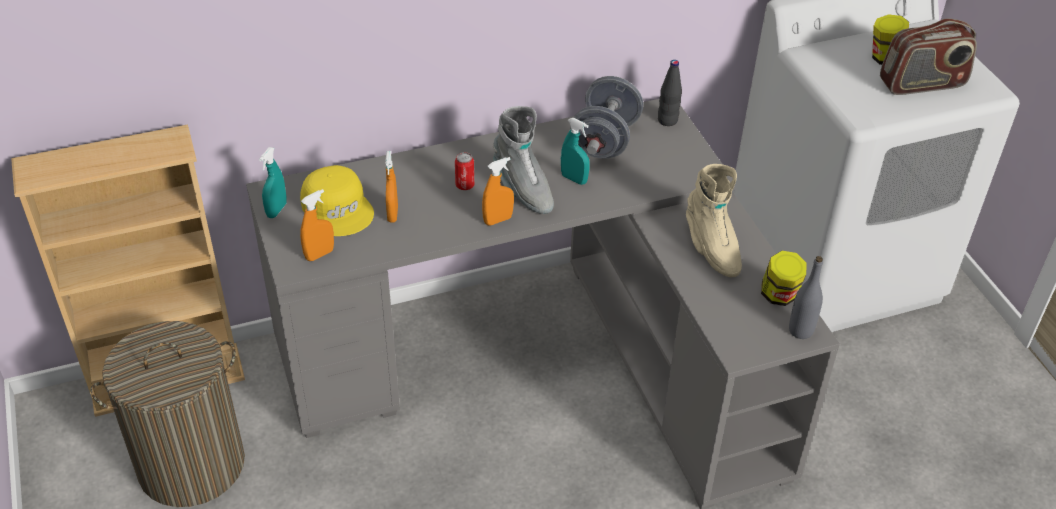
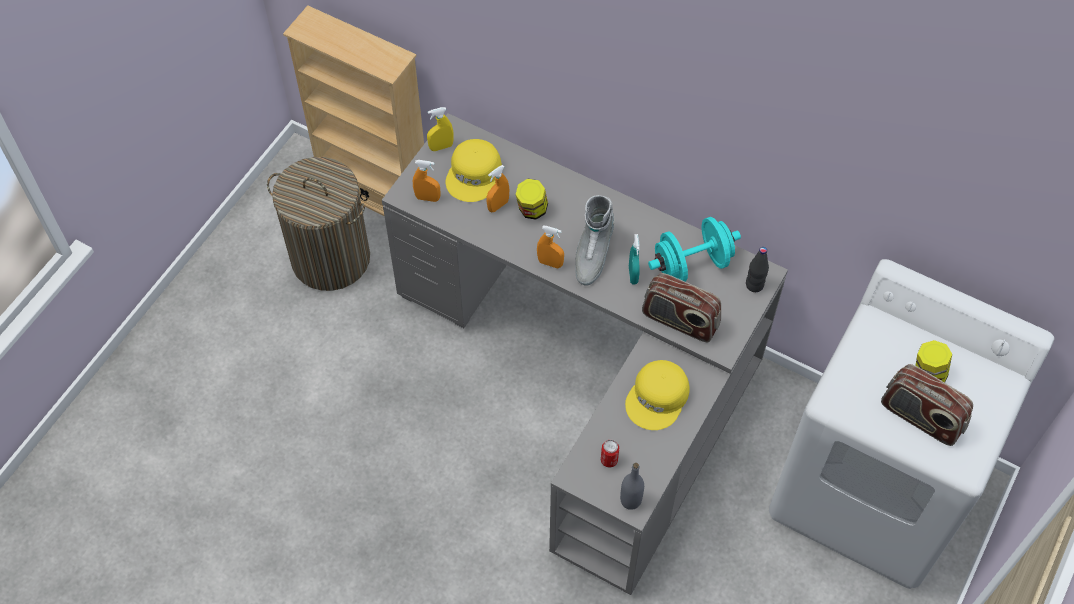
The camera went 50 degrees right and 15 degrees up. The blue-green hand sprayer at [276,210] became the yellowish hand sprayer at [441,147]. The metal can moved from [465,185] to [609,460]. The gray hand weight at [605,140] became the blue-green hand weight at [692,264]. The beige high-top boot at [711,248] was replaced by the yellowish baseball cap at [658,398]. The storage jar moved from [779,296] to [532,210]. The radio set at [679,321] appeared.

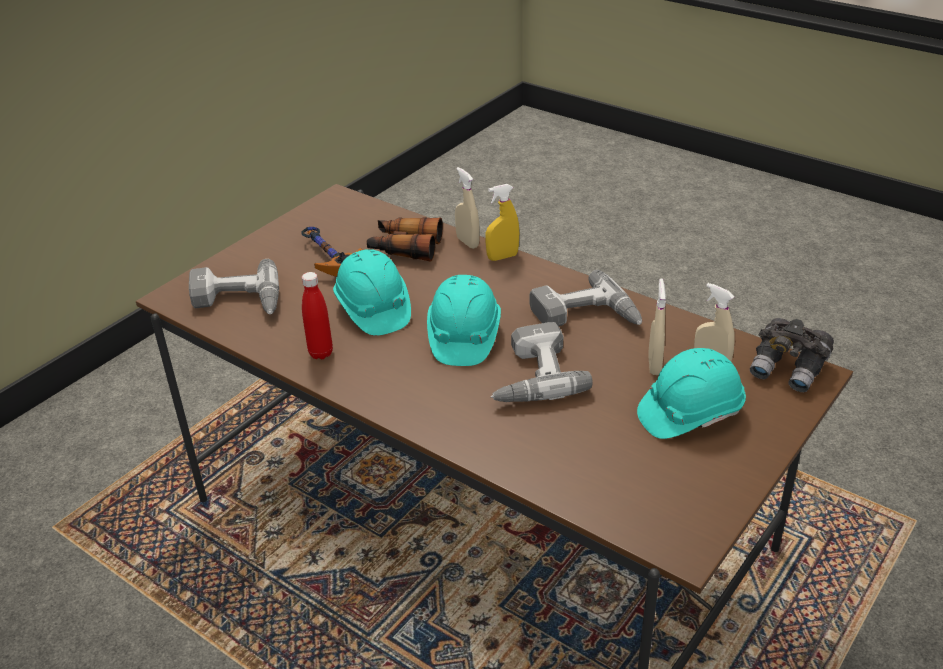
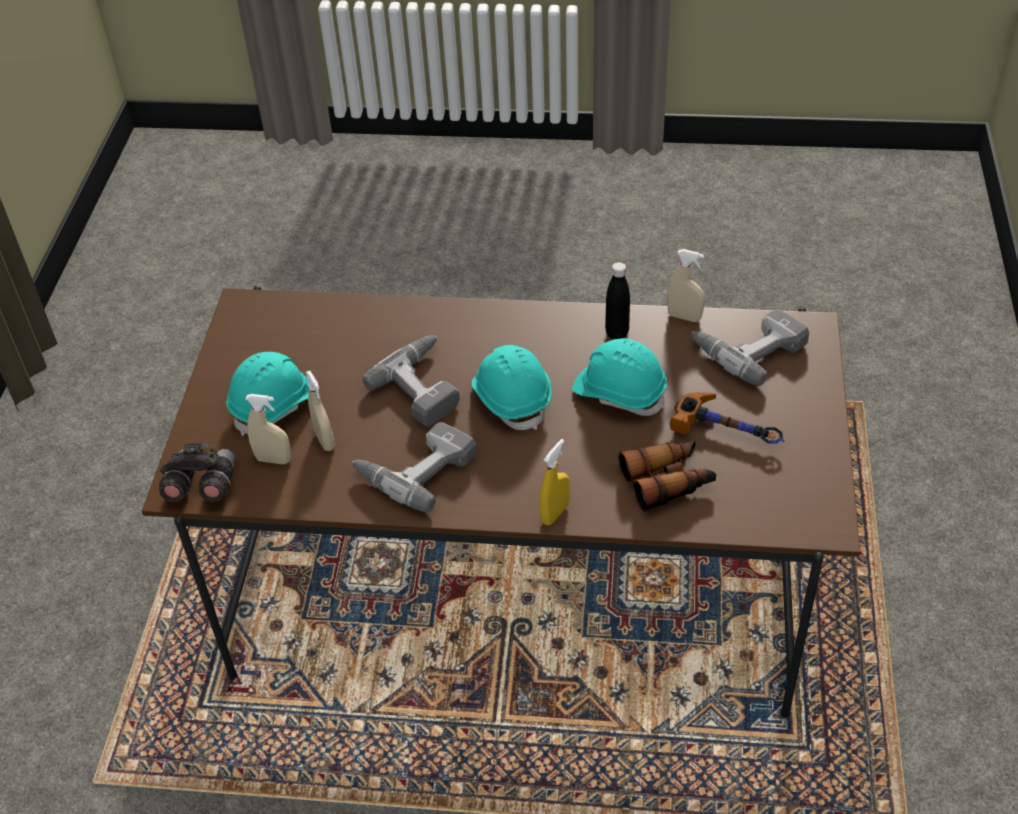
The camera went 150 degrees right and 10 degrees up. The reddish bottle at [321,353] became the blackish bottle at [617,333]. The beige hand sprayer moved from [467,242] to [684,317].

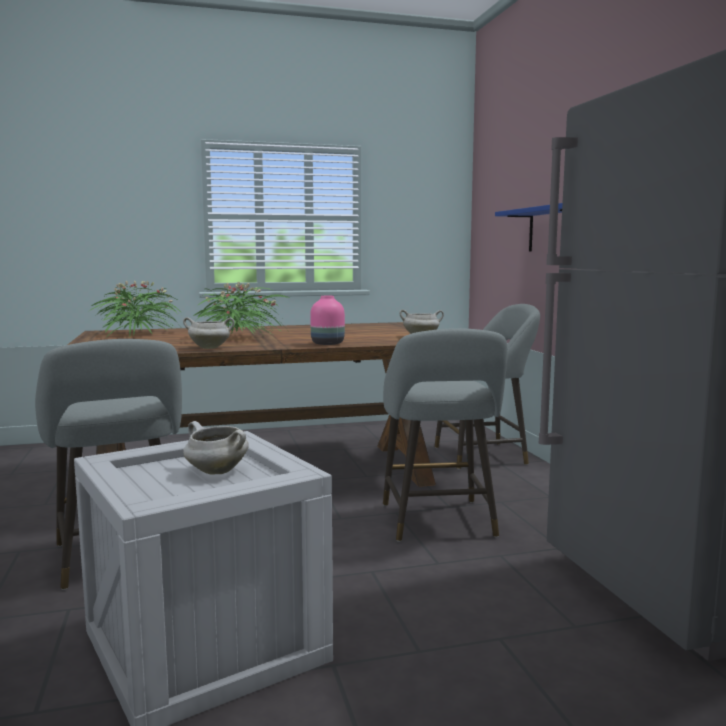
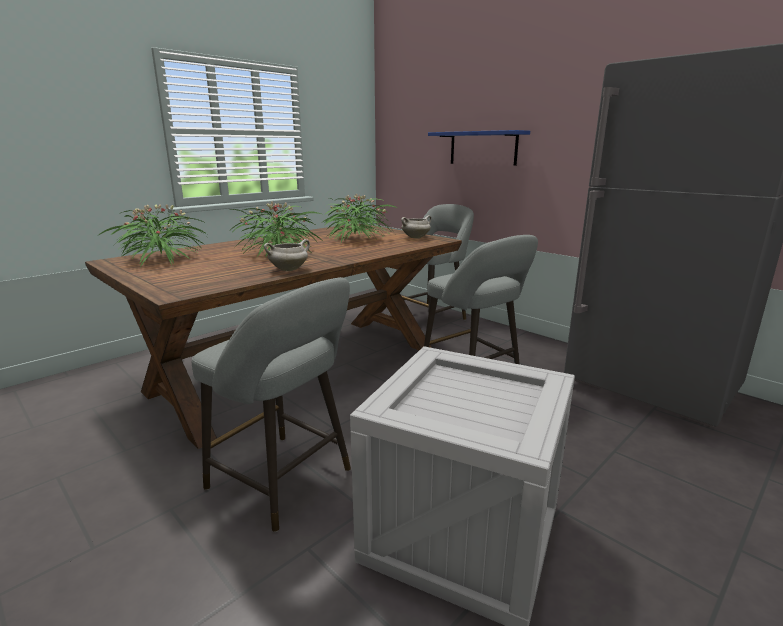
The camera went 30 degrees left and 10 degrees up. The white stockpot at [215,472] disappeared. The pinkish decorative vase at [327,344] disappeared. The potted plant at [356,239] appeared.

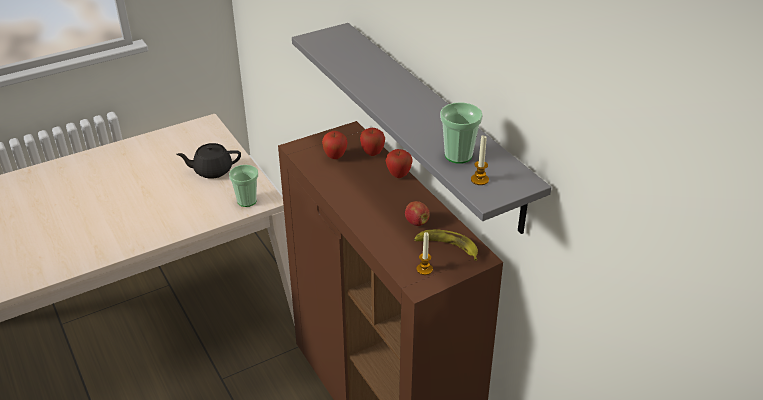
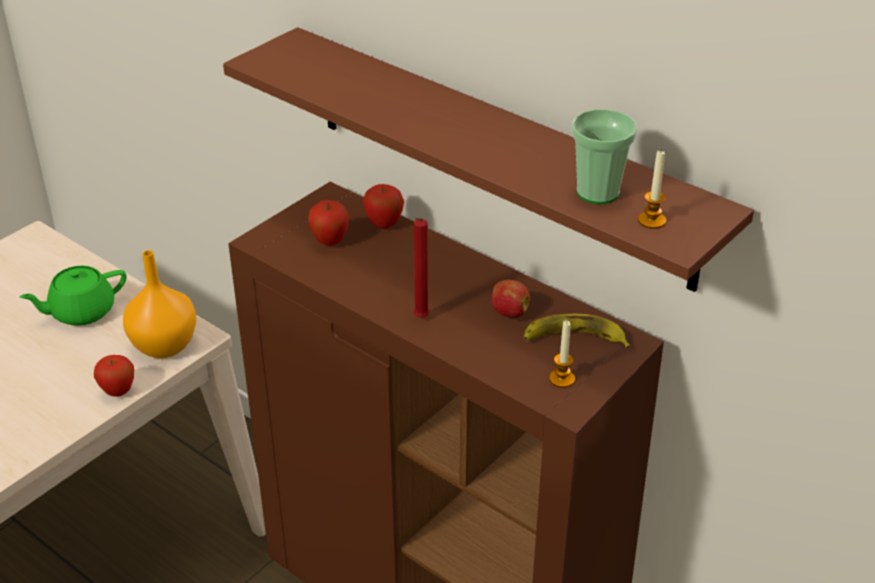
The camera went 20 degrees left and 0 degrees up. The blackish teapot at [212,170] became the green-coloured teapot at [81,312]. The small cup at [247,201] was replaced by the orange-coloured decorative vase at [164,347]. The gray bracket shelf at [433,122] became the brown bracket shelf at [498,155]. The apple moved from [398,175] to [118,392]. The reddish candle at [420,319] appeared.

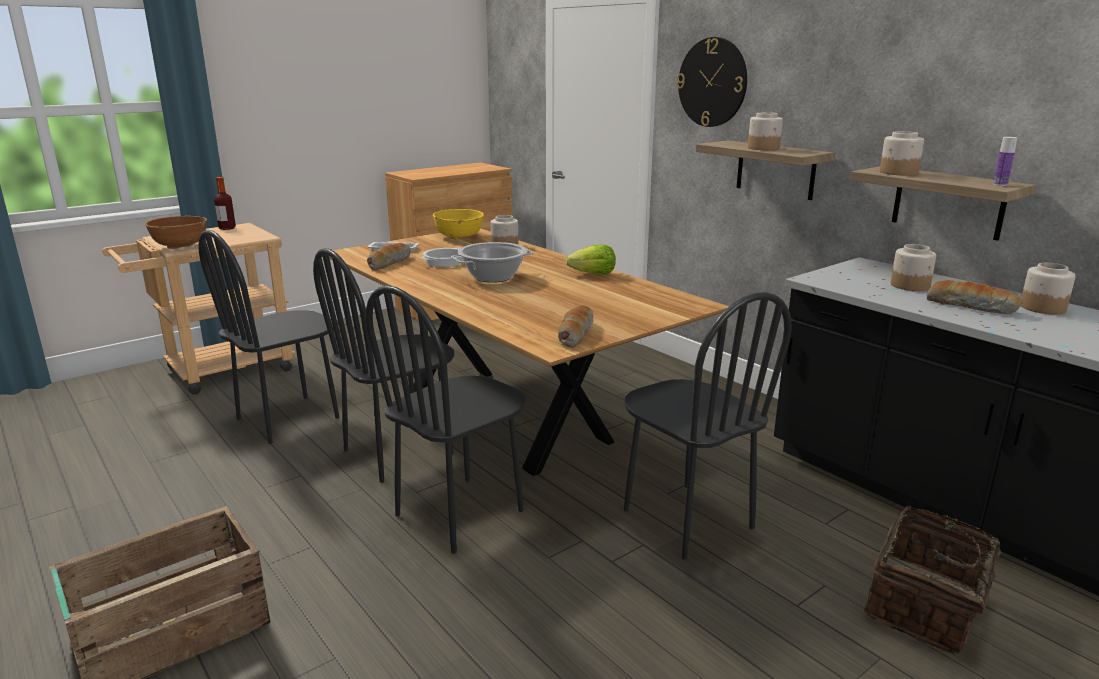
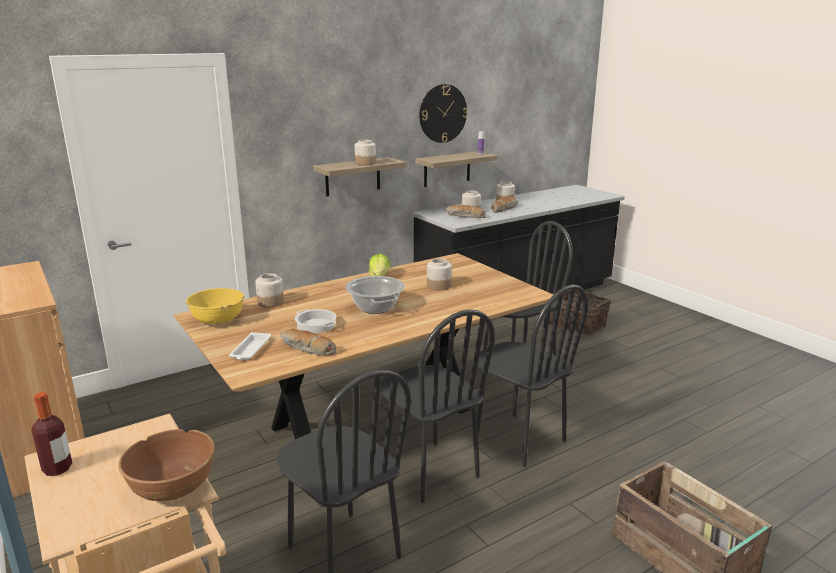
The camera went 85 degrees left and 0 degrees up. The bread moved from [575,333] to [465,216]. The wall clock moved from [712,82] to [442,113]. The storage jar moved from [898,173] to [439,286].

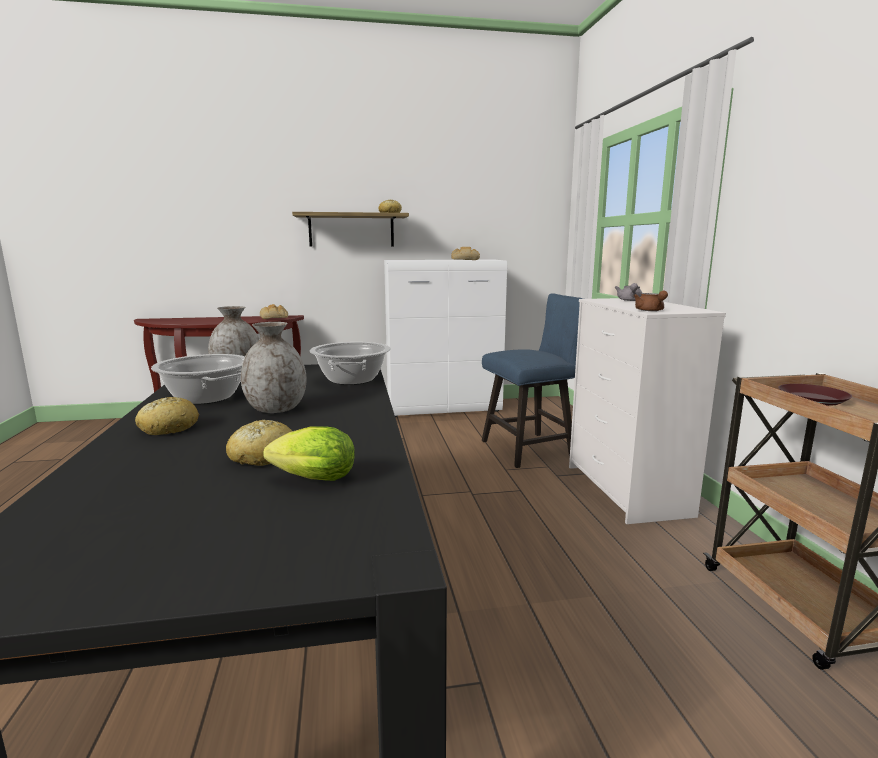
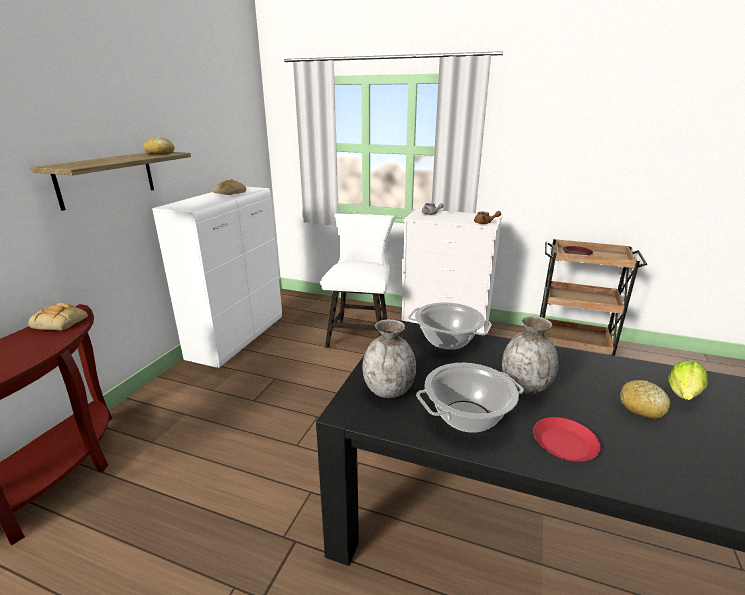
The camera went 60 degrees left and 10 degrees up. The bread at [168,428] was replaced by the reddish dinner plate at [565,444]. The blue chair at [533,448] became the white chair at [360,334].

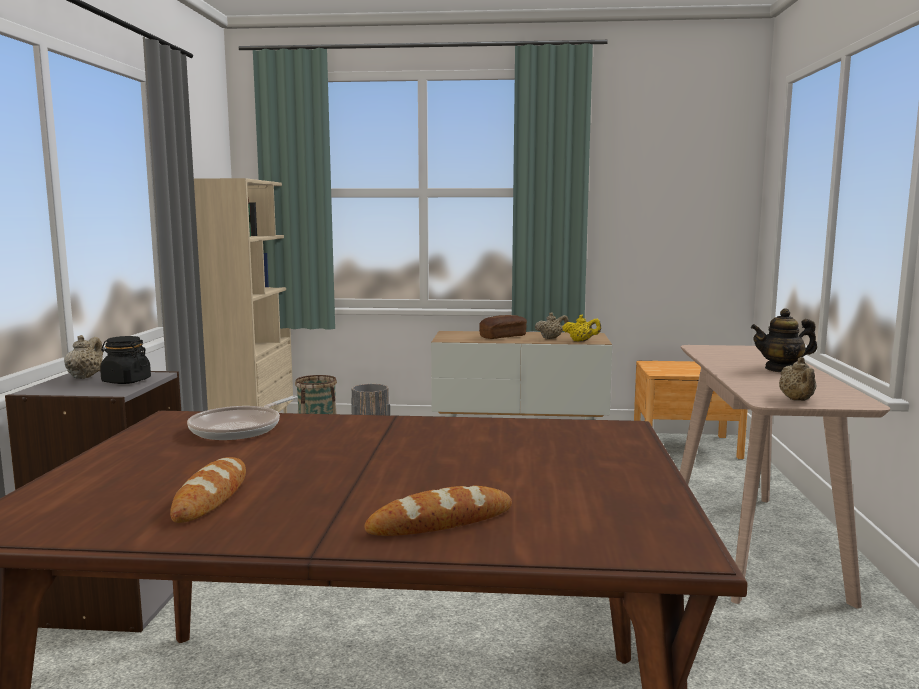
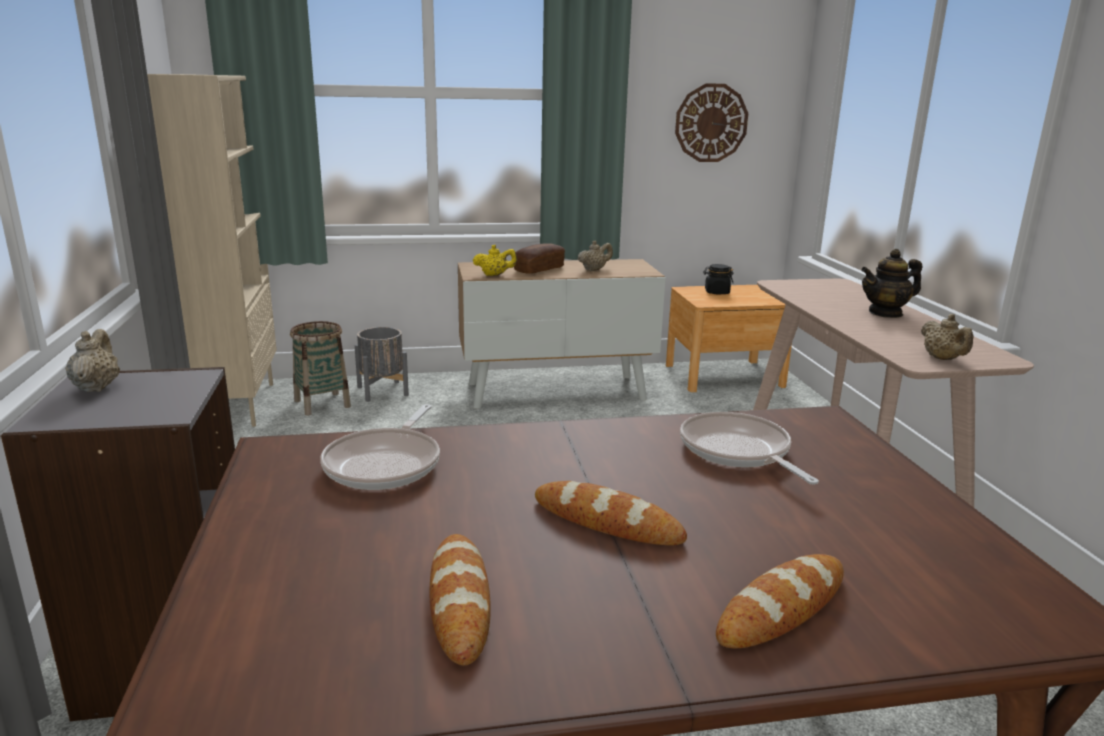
The camera went 15 degrees left and 10 degrees up. The blackish storage jar moved from [126,381] to [716,292]. The yellowish teapot moved from [581,341] to [495,275]. The bread at [607,521] appeared. The wall clock at [711,123] appeared. The pan at [738,452] appeared.

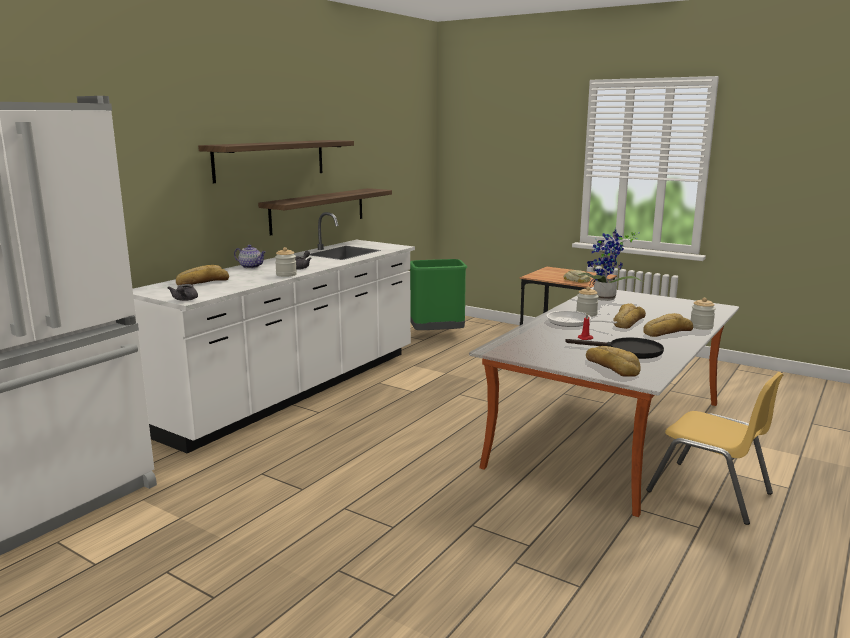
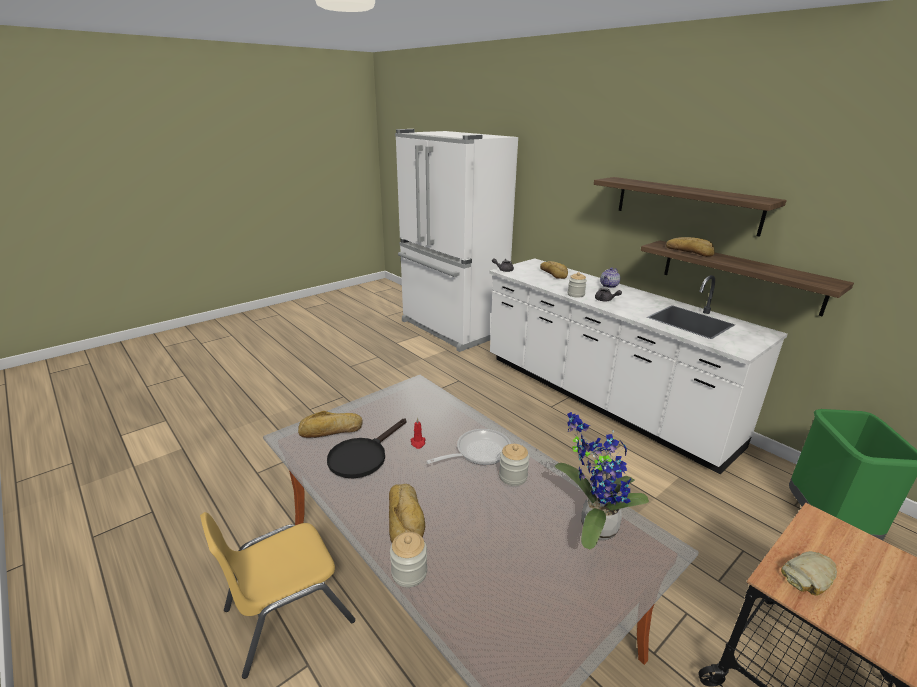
The camera went 105 degrees right and 10 degrees up. The bread moved from [627,322] to [689,251].

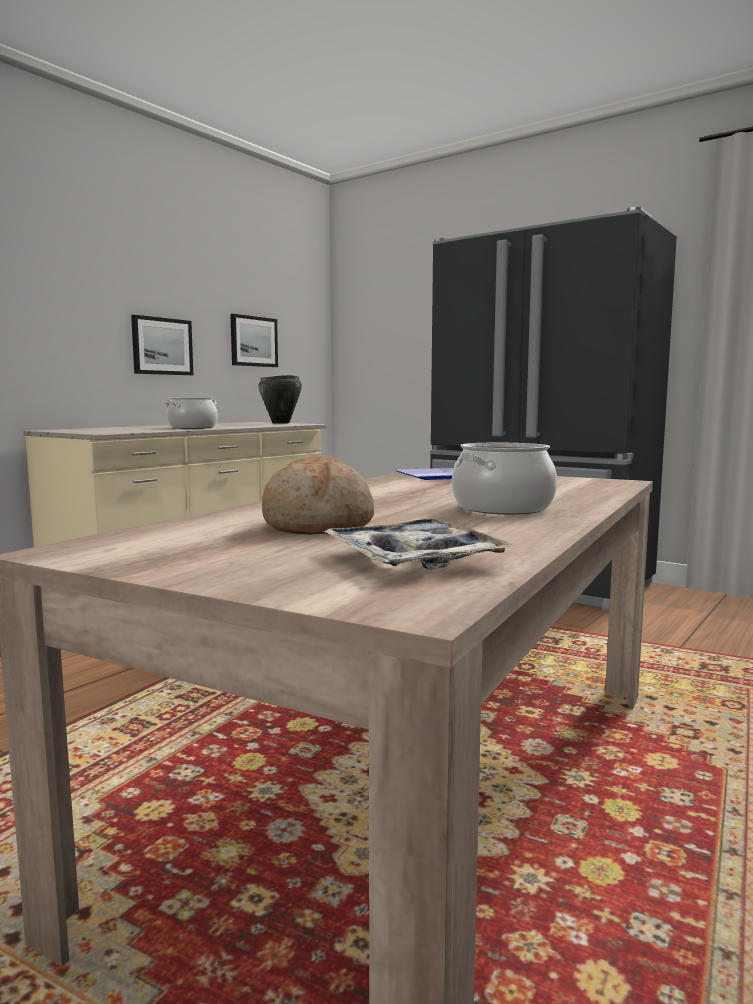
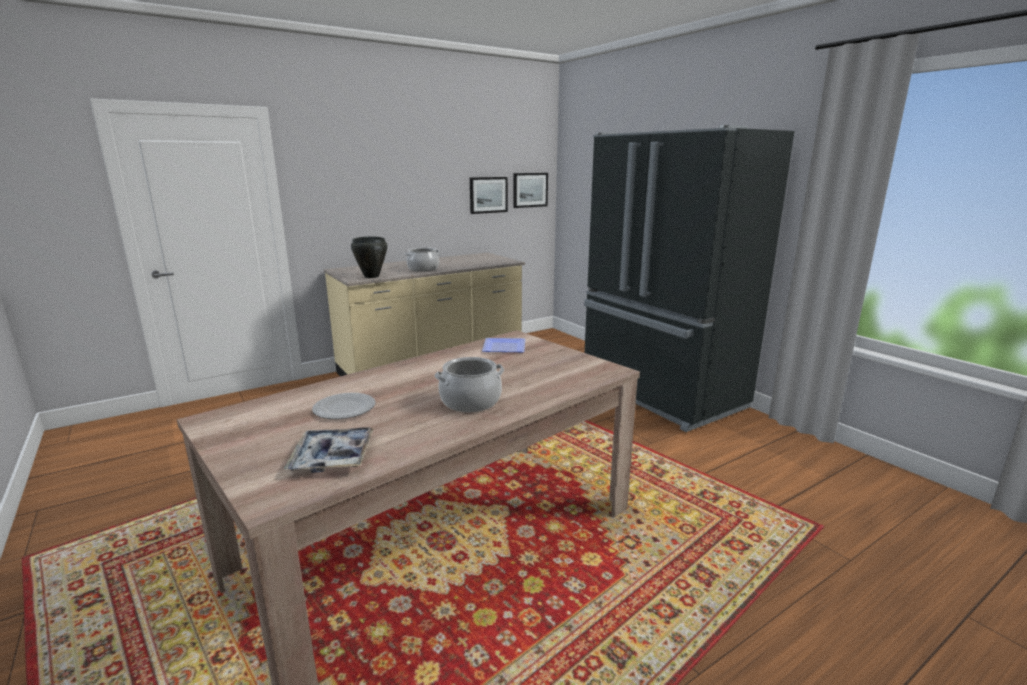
The camera went 20 degrees right and 10 degrees up. The wall art moved from [162,346] to [530,190]. The blackish stockpot moved from [280,423] to [371,276]. The bread at [318,525] was replaced by the dinner plate at [345,409].

